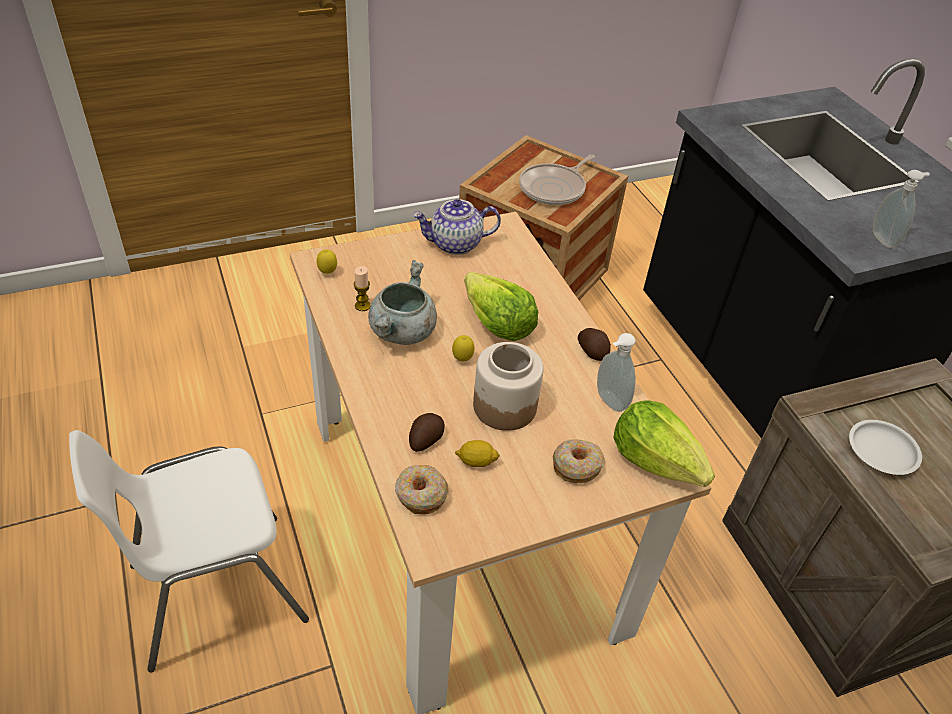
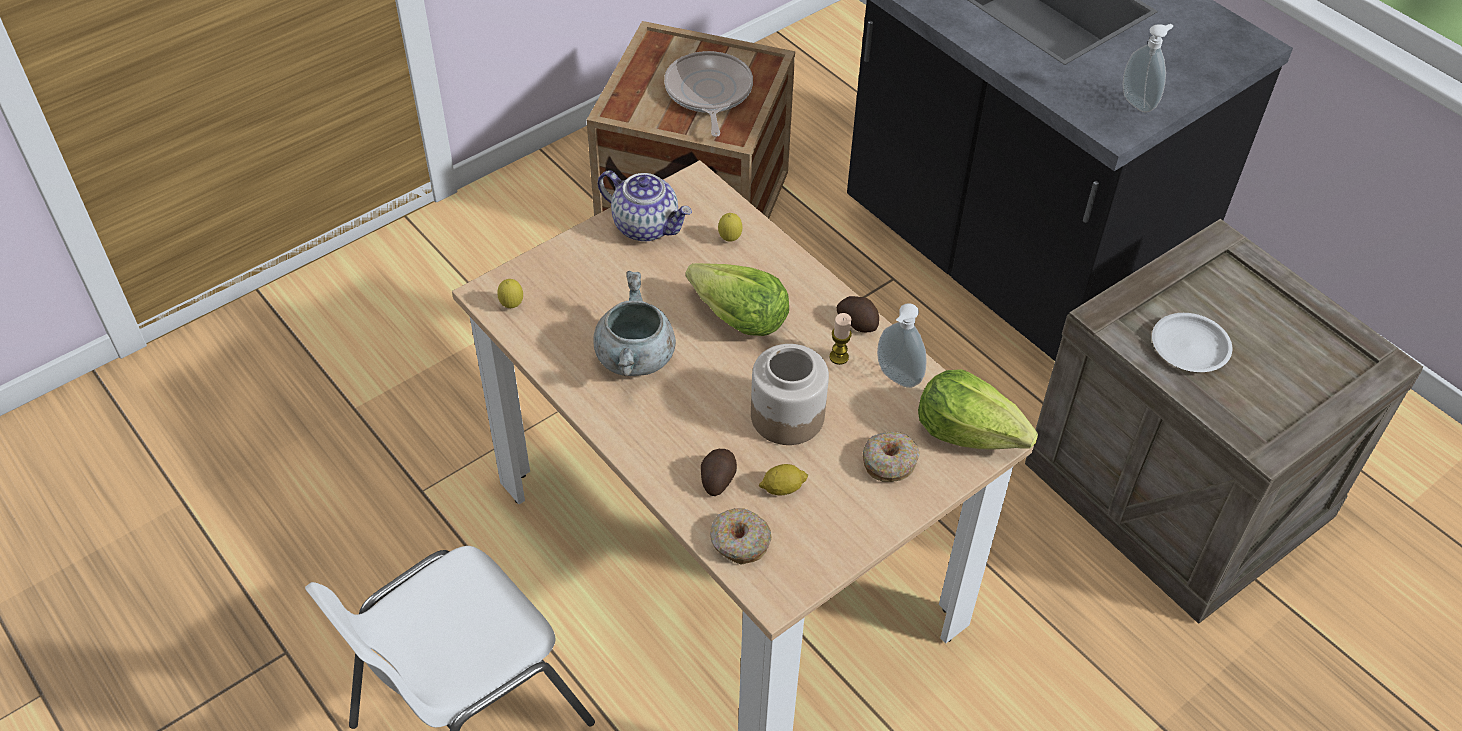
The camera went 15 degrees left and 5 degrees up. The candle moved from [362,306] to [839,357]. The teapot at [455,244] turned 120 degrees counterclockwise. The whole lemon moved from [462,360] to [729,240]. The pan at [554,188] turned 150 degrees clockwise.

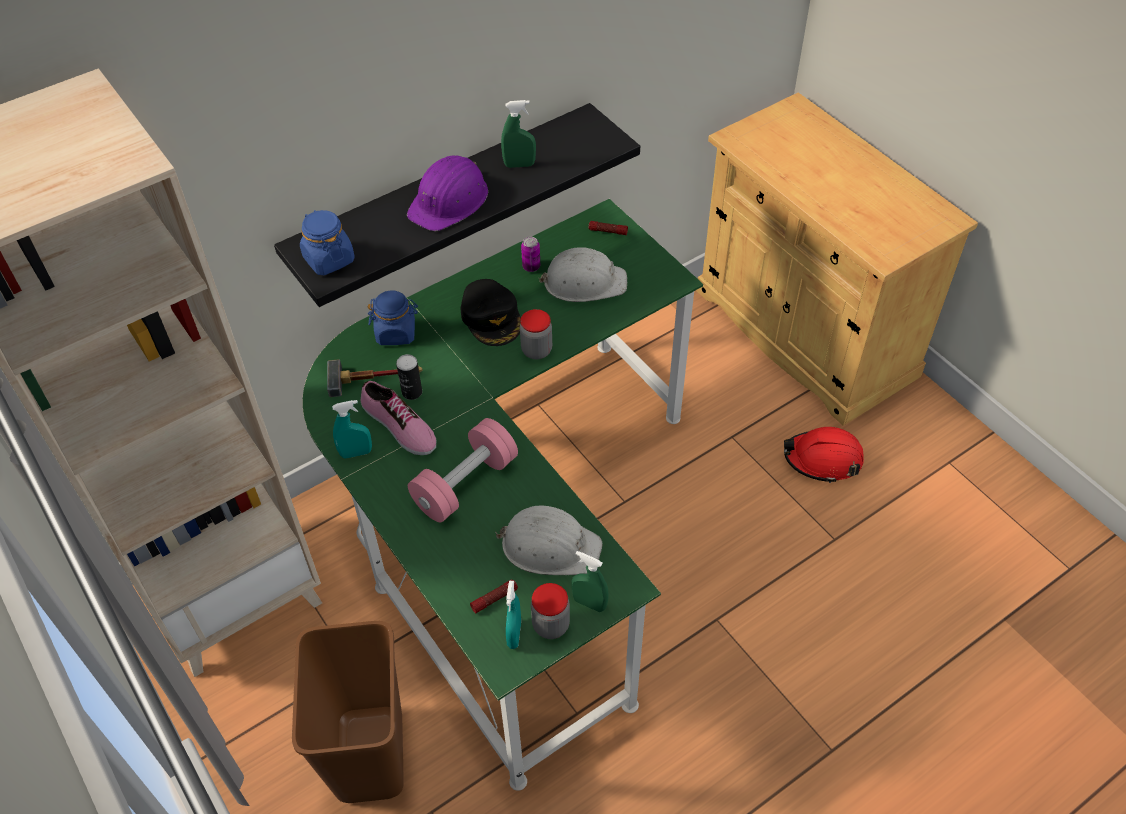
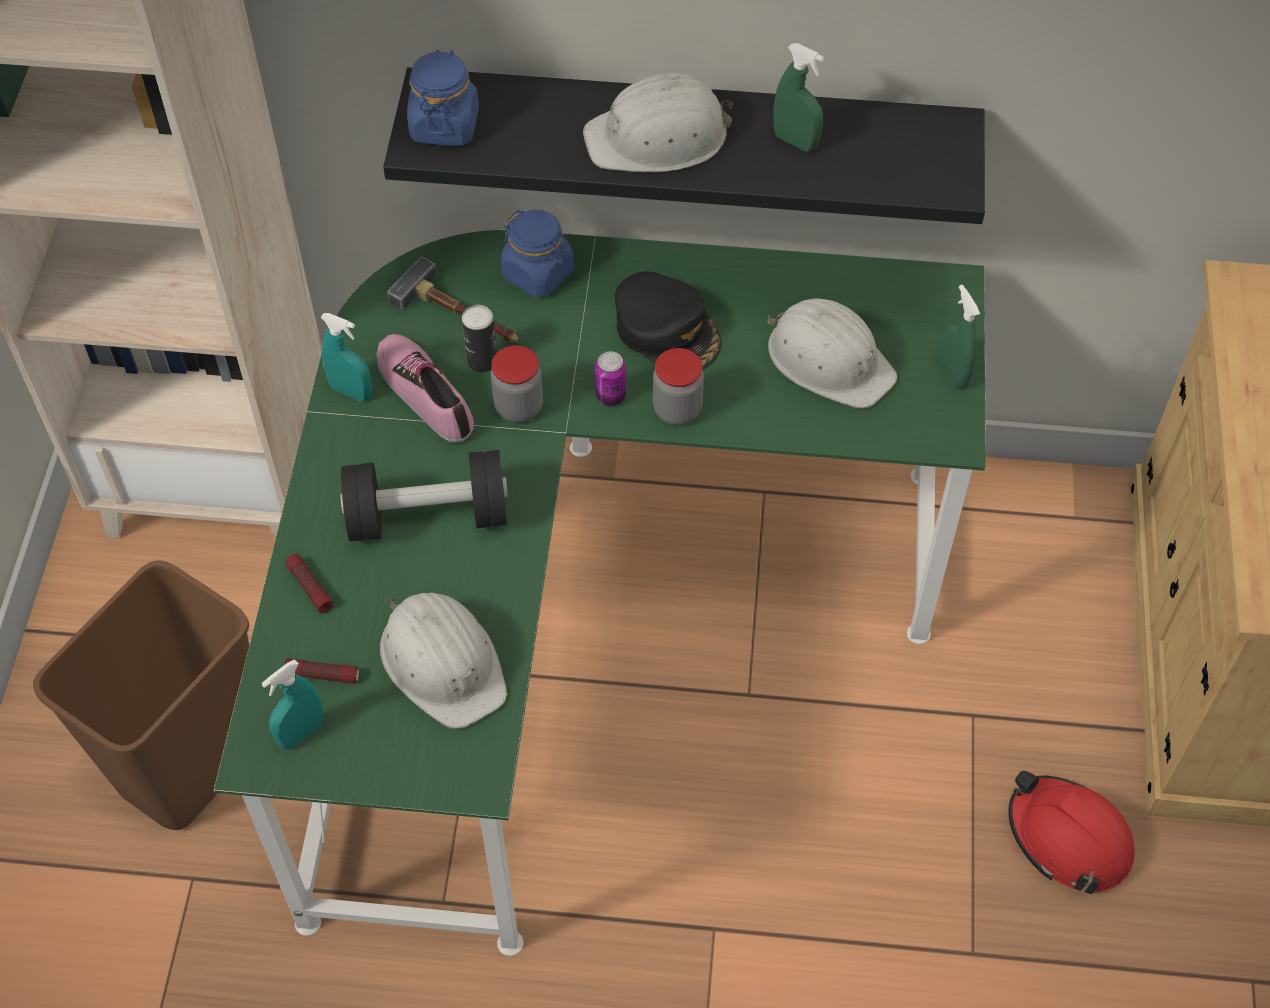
The camera went 40 degrees right and 5 degrees up. The low shoe at [398,426] turned 150 degrees clockwise. The purple hard hat at [450,201] became the white hard hat at [658,137]. The pinkish hand weight at [465,484] became the blackish hand weight at [428,516]. The blackish baseball cap at [492,317] turned 60 degrees counterclockwise. The metal can moved from [531,267] to [610,396]. The storage jar moved from [551,625] to [518,407]. The green-coloured hand sprayer moved from [589,603] to [953,373]. The flashlight moved from [608,231] to [309,587].

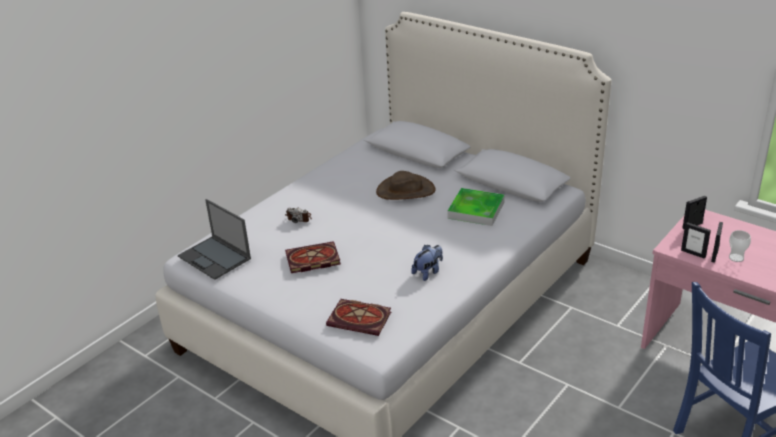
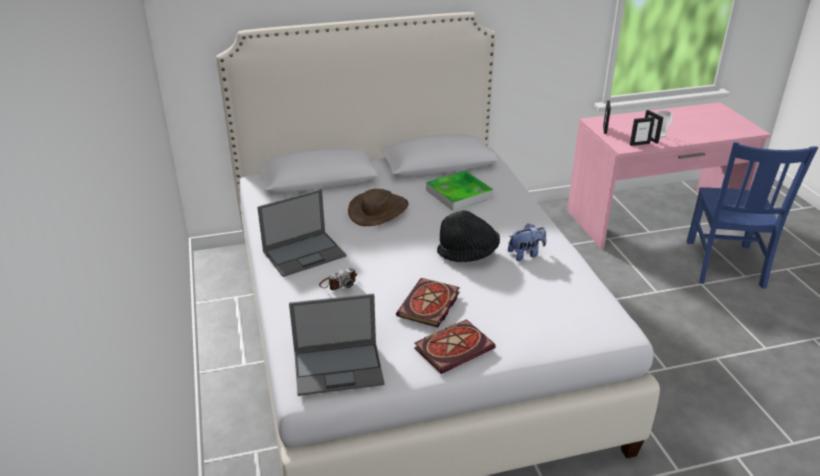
The camera went 55 degrees left and 0 degrees up. The volume moved from [361,319] to [454,347]. The cuddly toy at [428,272] turned 75 degrees clockwise. The portable computer at [305,253] appeared. The blackish hat at [468,254] appeared.

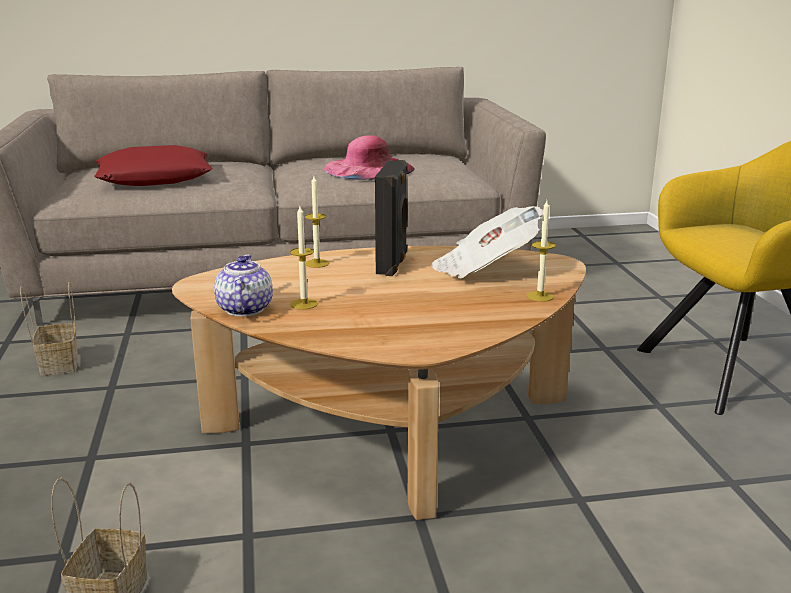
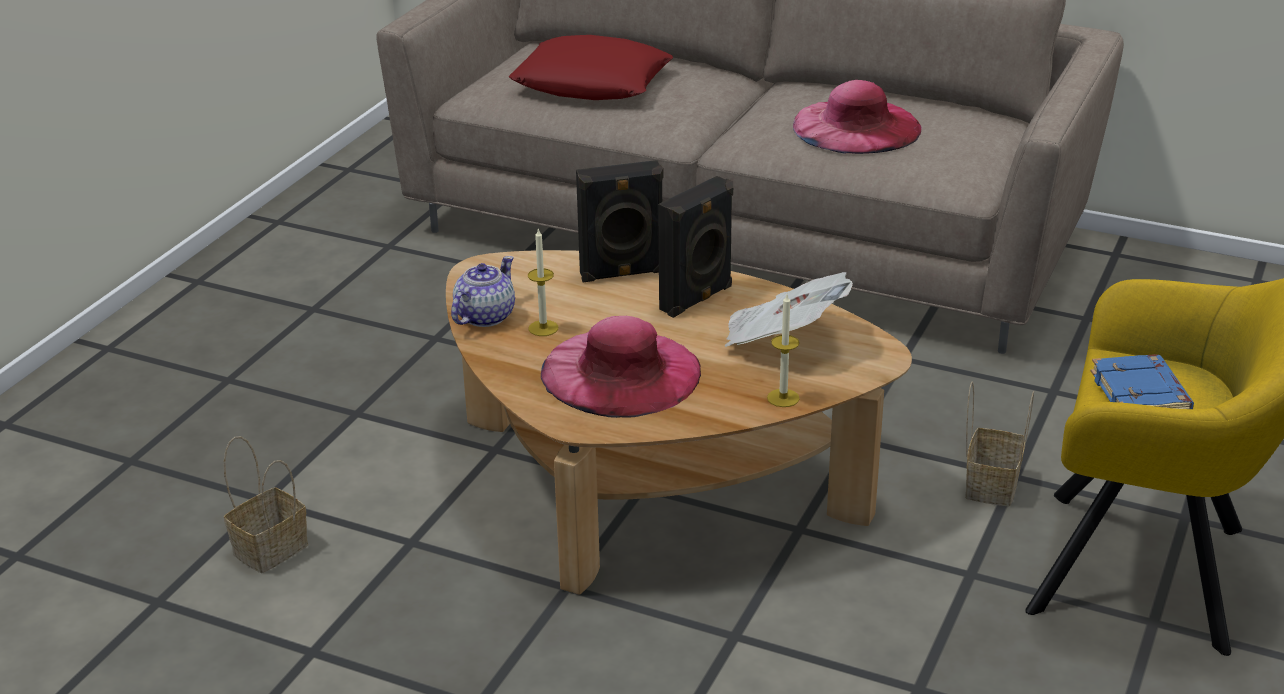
The camera went 35 degrees right and 10 degrees up. The household basket moved from [58,364] to [990,484]. The candle at [317,263] was replaced by the blackish loudspeaker at [622,274]. The pinkish hat at [621,372] appeared. The blue volume at [1141,394] appeared.

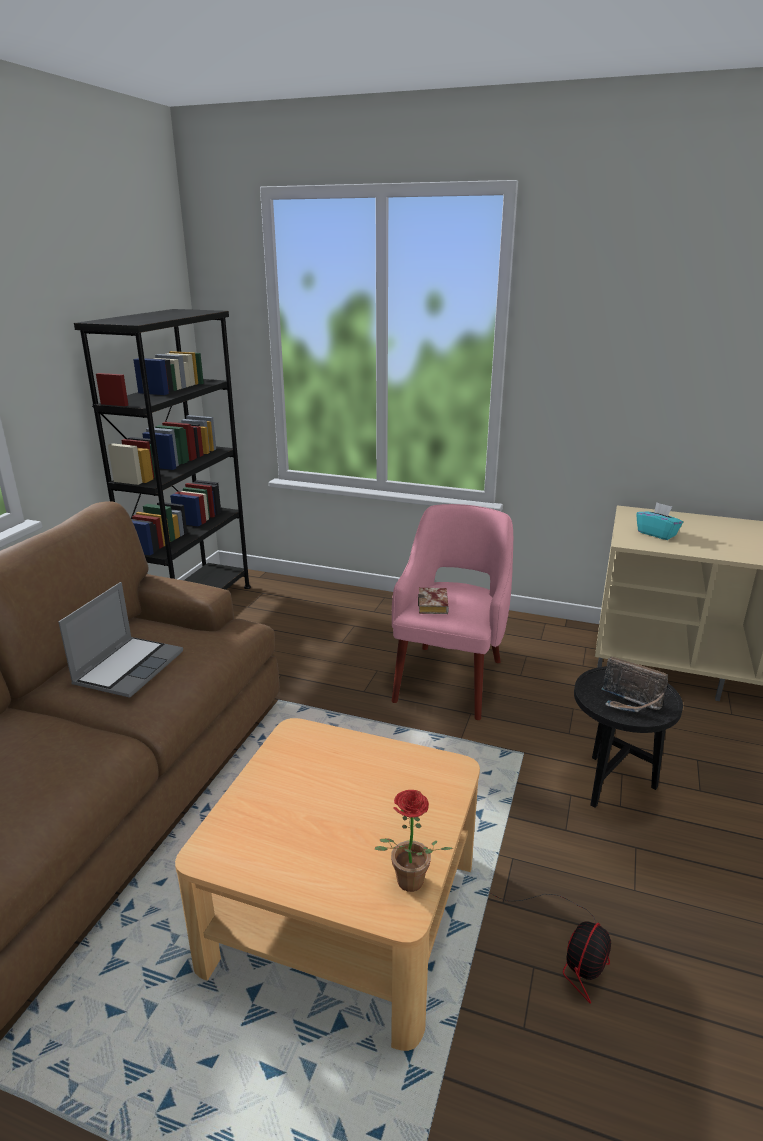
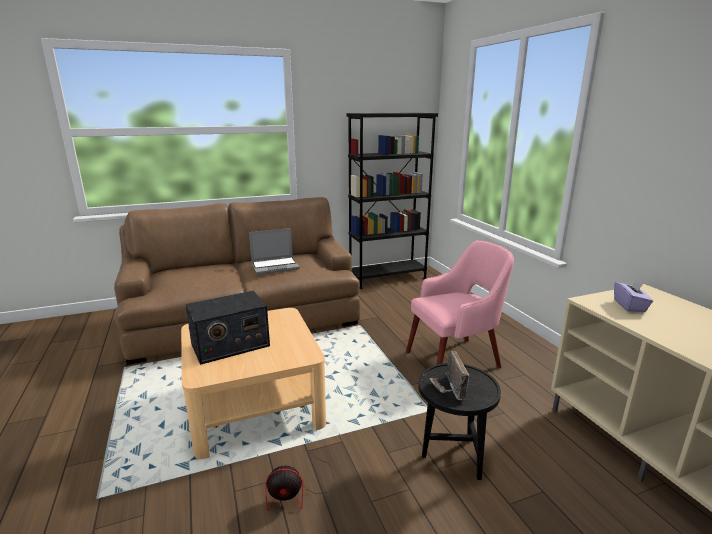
The camera went 50 degrees right and 5 degrees down. The potted plant at [407,885] disappeared. The volume at [434,606] disappeared. The blue-green tissue box at [657,534] became the purple tissue box at [630,306]. The radio set at [230,345] appeared.

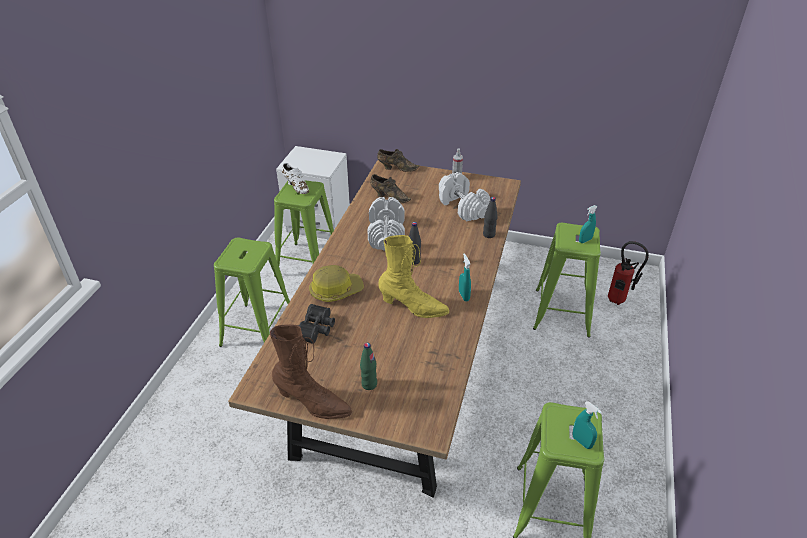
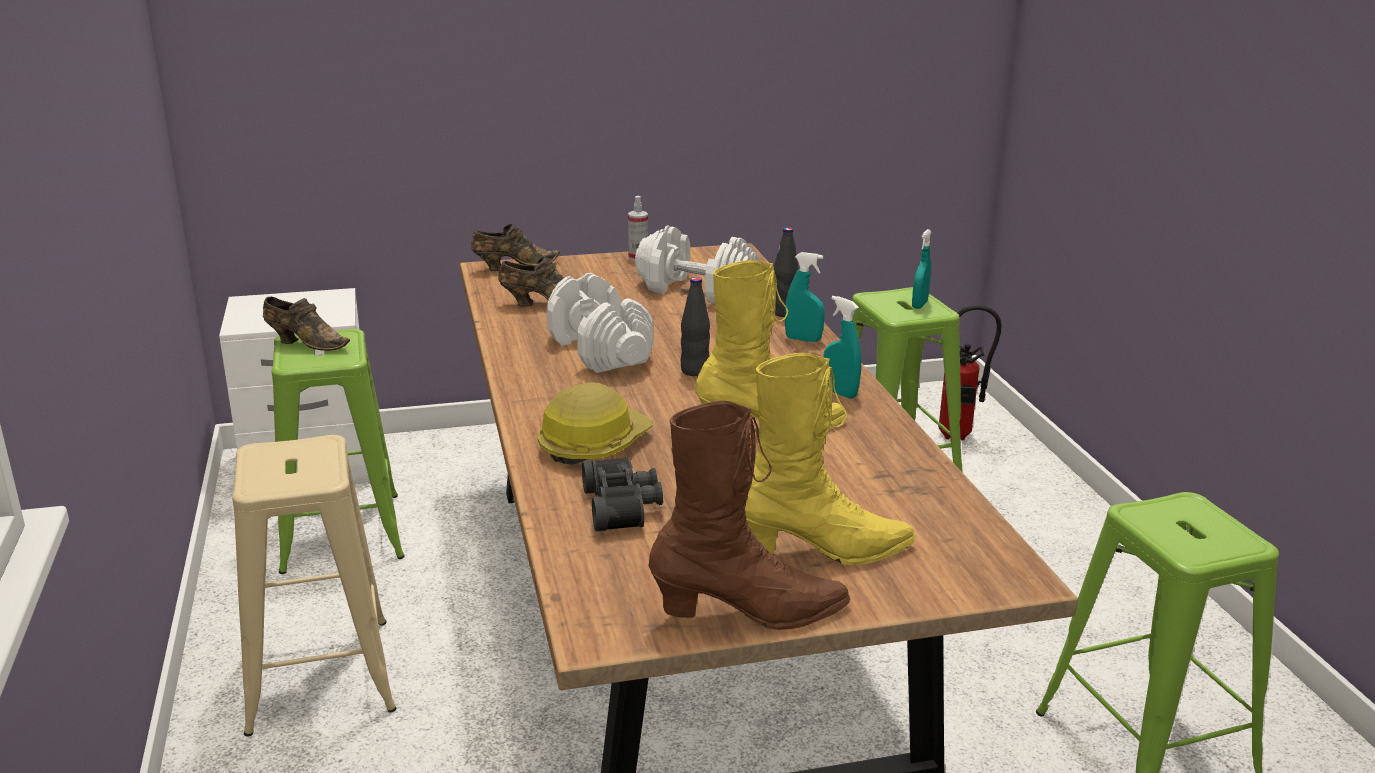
The camera went 30 degrees left and 15 degrees down. The green-coloured stool at [258,329] became the beige stool at [319,676]. The white low shoe at [296,186] became the brown low shoe at [305,343]. The green-coloured bottle at [369,384] was replaced by the yellowish high-top boot at [824,551]. The blue-green hand sprayer moved from [582,442] to [803,339].

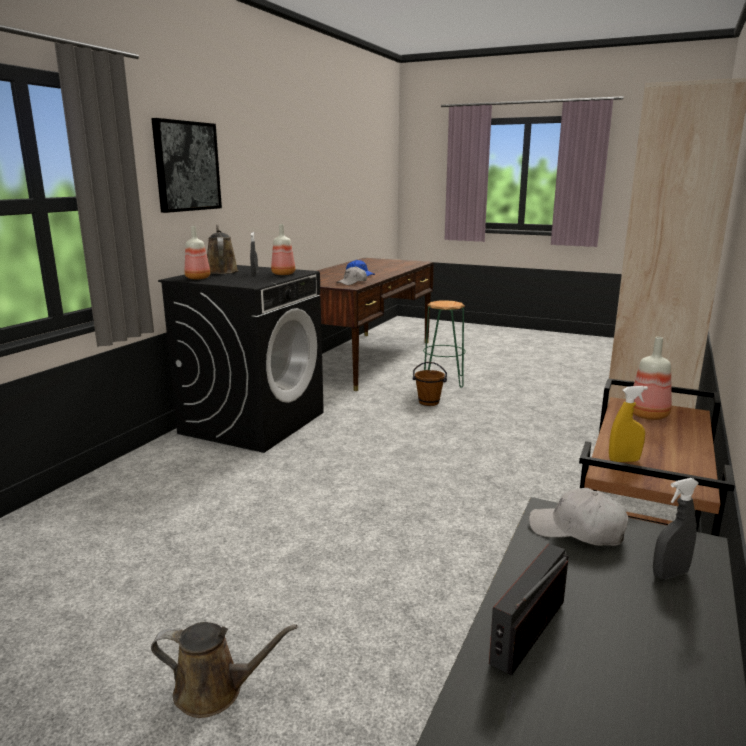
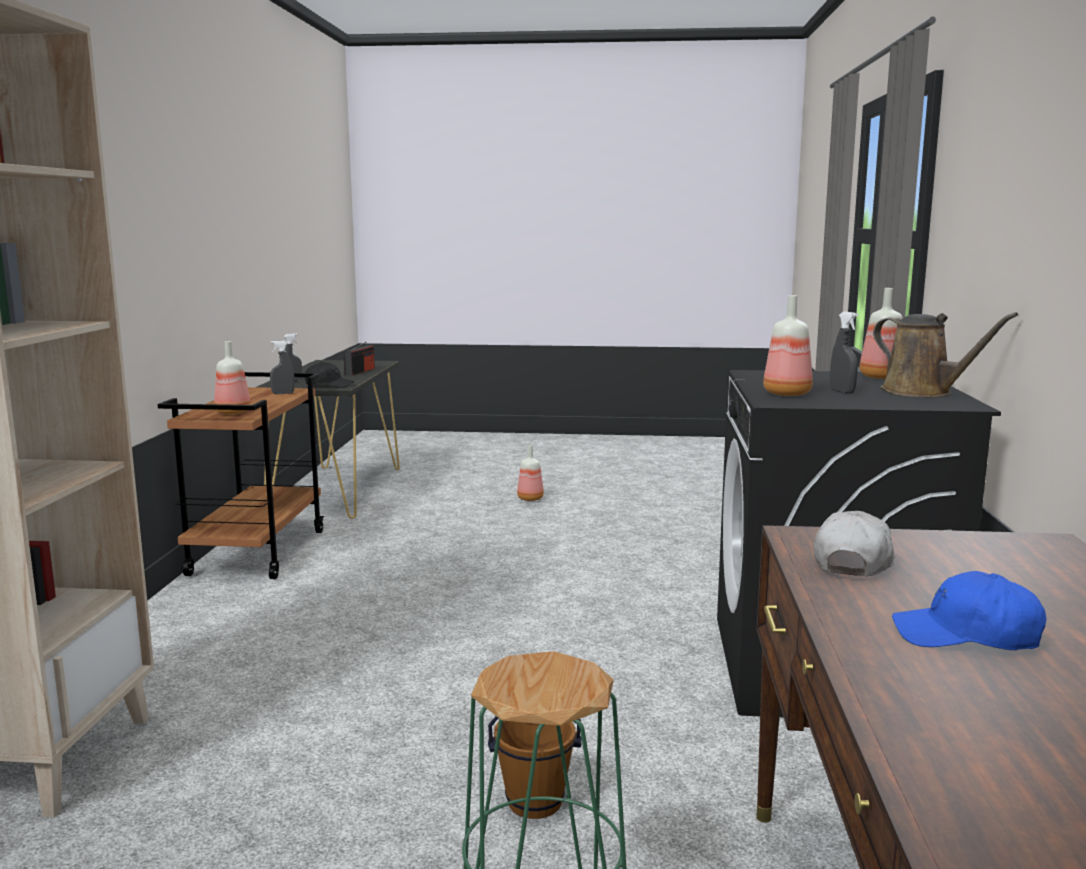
The camera went 160 degrees right and 5 degrees down. The wall art at [186,166] disappeared. The brown watering pot at [215,691] was replaced by the bottle at [531,499]. The white baseball cap at [577,530] became the blackish baseball cap at [328,385]. The yellowish hand sprayer at [624,460] became the gray hand sprayer at [283,393].

